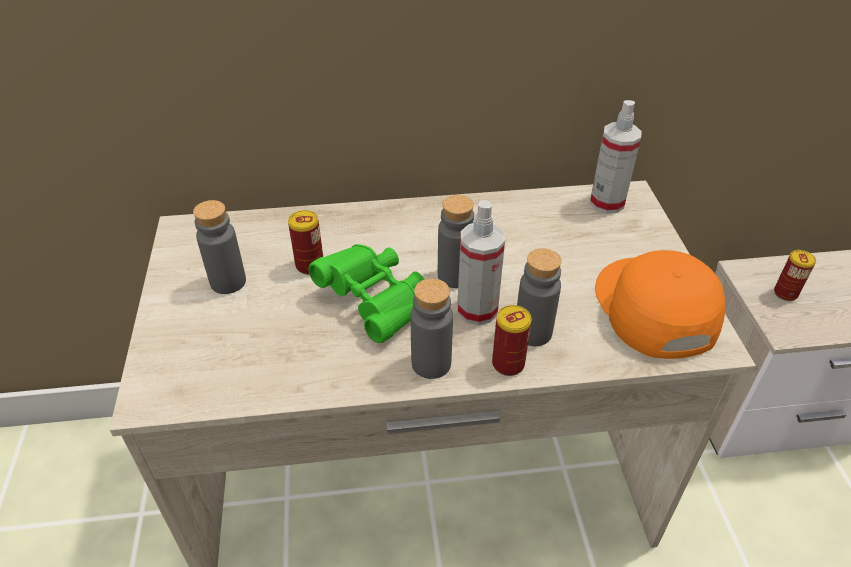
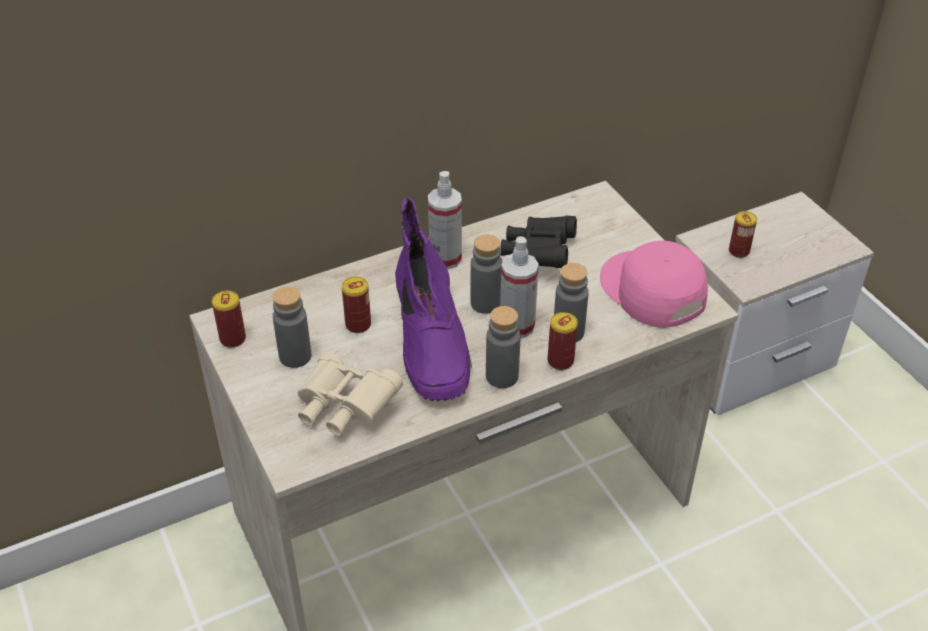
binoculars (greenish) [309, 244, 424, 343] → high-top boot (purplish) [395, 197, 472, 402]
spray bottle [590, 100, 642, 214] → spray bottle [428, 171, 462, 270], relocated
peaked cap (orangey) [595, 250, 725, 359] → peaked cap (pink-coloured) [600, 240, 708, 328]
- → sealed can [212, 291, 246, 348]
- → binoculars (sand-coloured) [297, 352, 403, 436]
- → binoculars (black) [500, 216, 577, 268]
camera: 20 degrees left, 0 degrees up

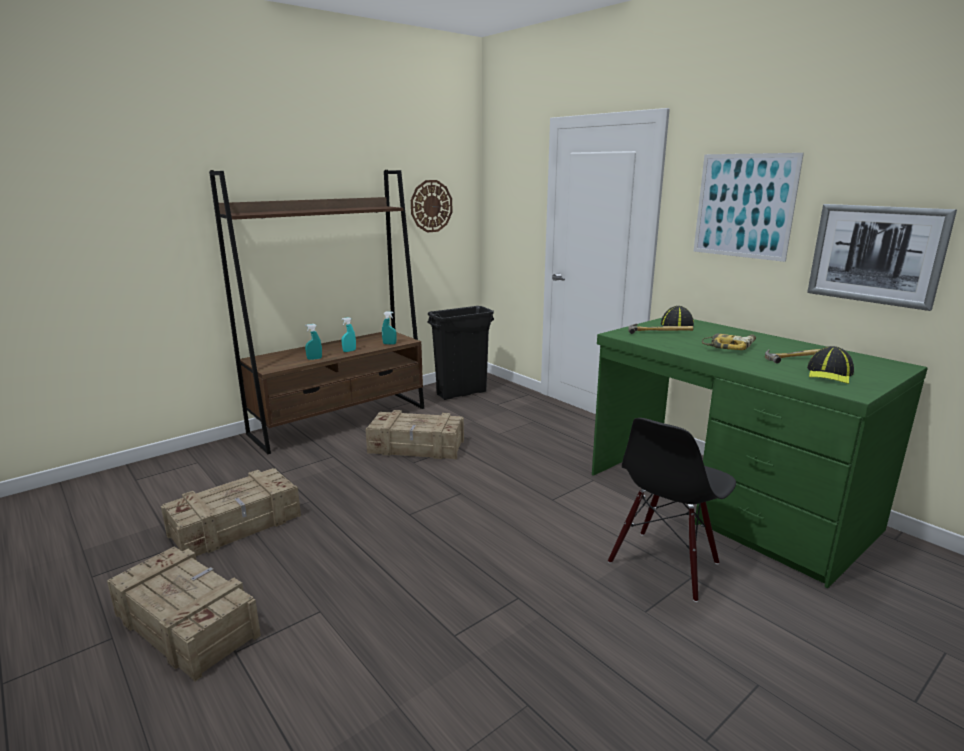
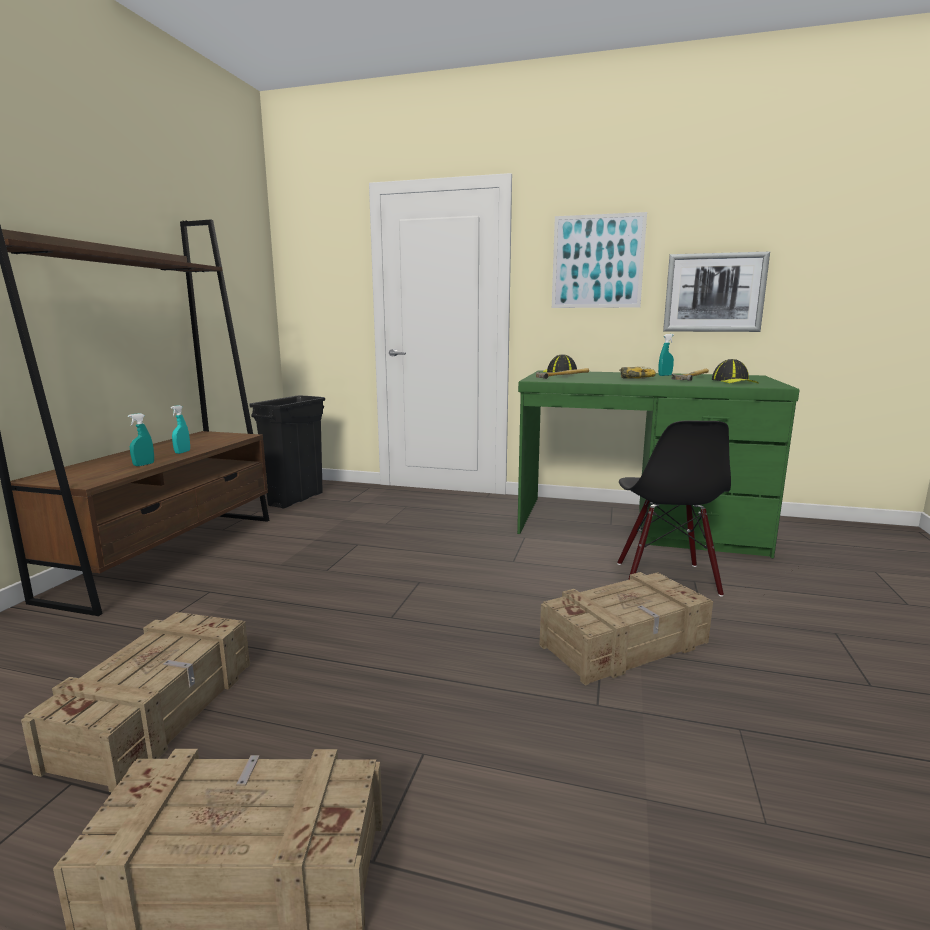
crate [366, 410, 464, 460] → crate [539, 572, 713, 686], relocated
spray bottle (turquoise-coloured) [382, 312, 397, 345] → spray bottle (turquoise-coloured) [658, 334, 674, 376], relocated
clock on the wall [411, 180, 452, 233] → -
camera: 35 degrees left, 5 degrees down

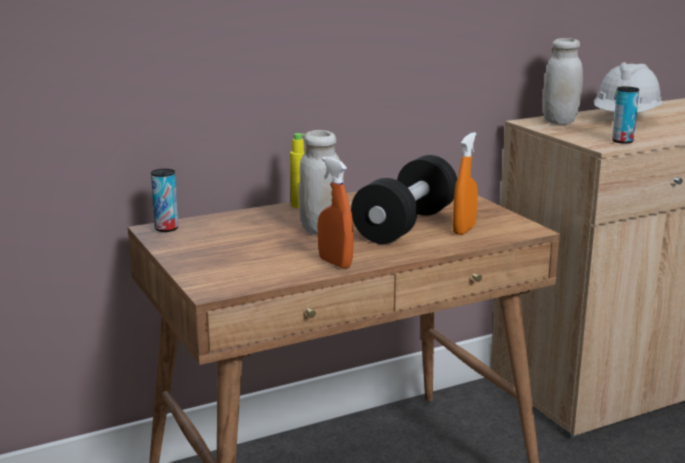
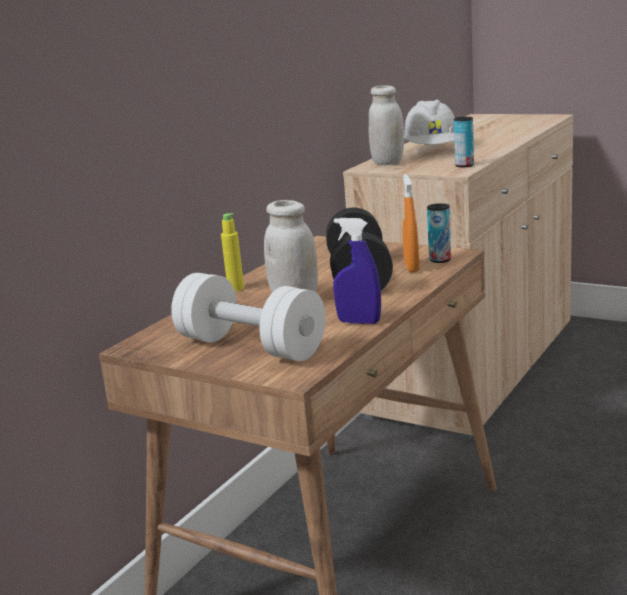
sealed can [151, 169, 178, 232] → sealed can [427, 203, 451, 263], relocated
spray bottle (orangey) [317, 157, 354, 269] → spray bottle (blue-coloured) [333, 218, 381, 324]
- → free weight (whitish) [171, 273, 326, 361]
camera: 30 degrees left, 0 degrees up

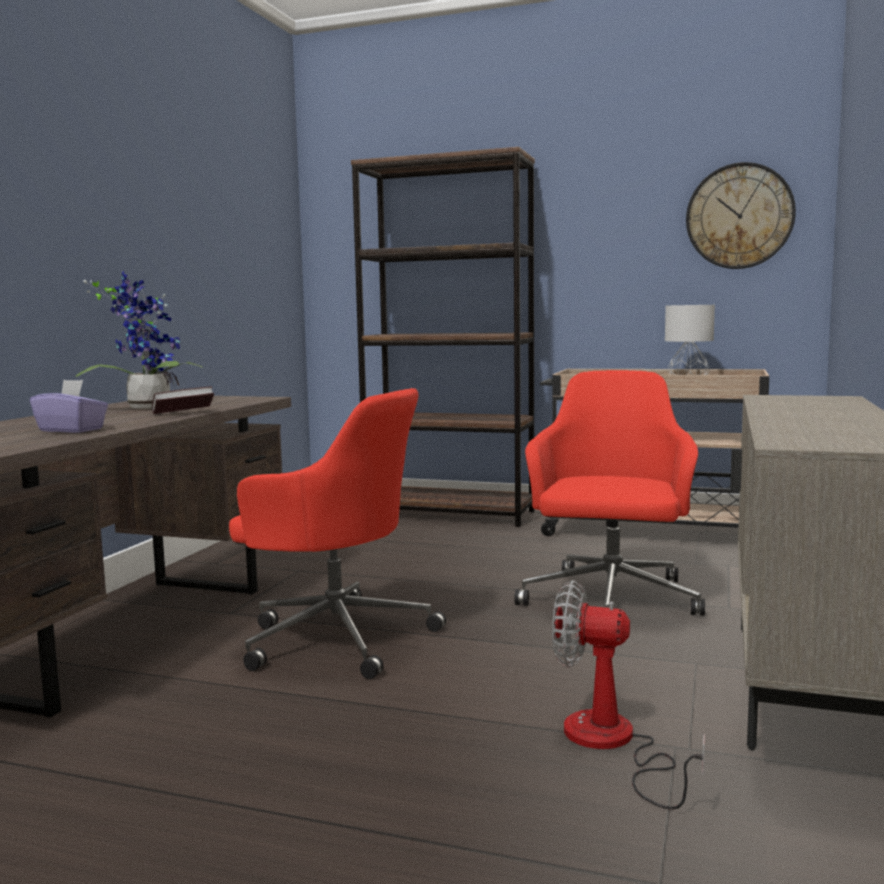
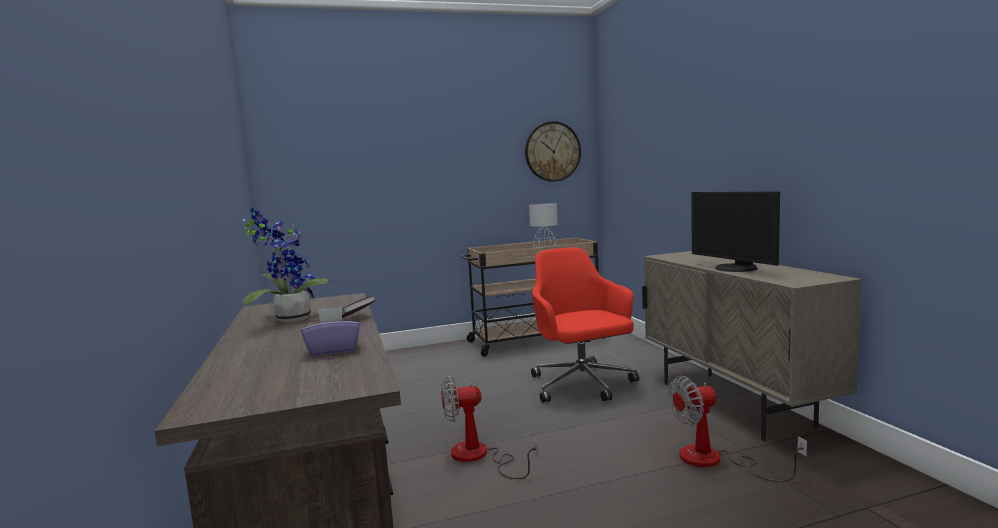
computer chair (red) [229, 388, 446, 679] → fan [441, 376, 538, 479]
bookshelf (brownish) [351, 147, 535, 527] → -
- → computer display [691, 192, 780, 272]
camera: 35 degrees left, 0 degrees up

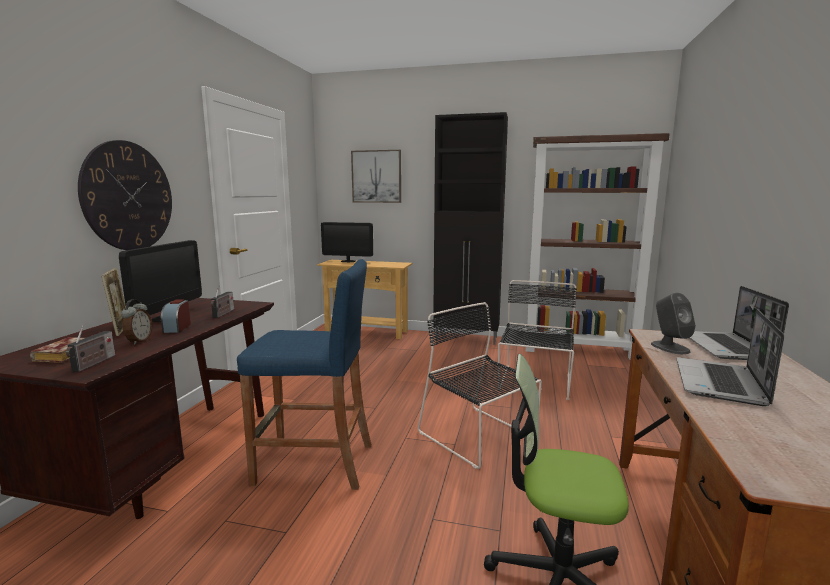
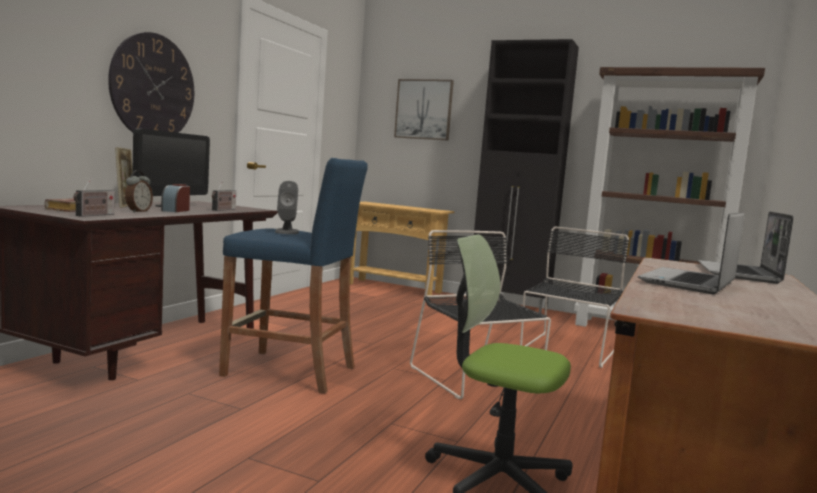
computer display [321, 222, 373, 262] → -
loudspeaker (grey) [651, 293, 696, 354] → loudspeaker (grey) [275, 181, 299, 234], relocated
camera: 10 degrees right, 5 degrees down

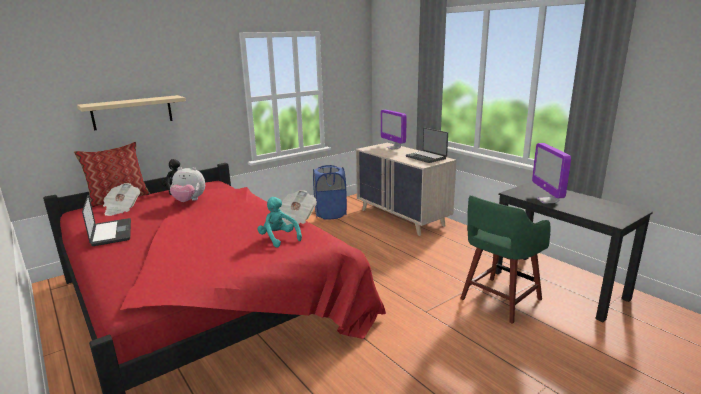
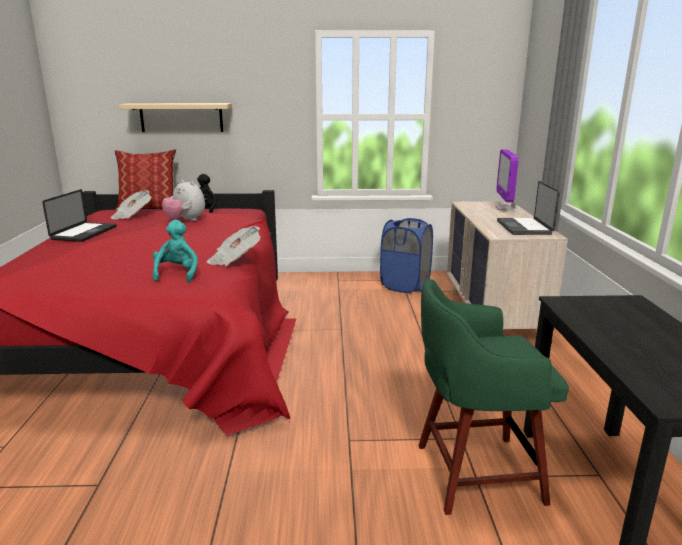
computer display [532, 143, 571, 204] → -
camera: 35 degrees right, 0 degrees up

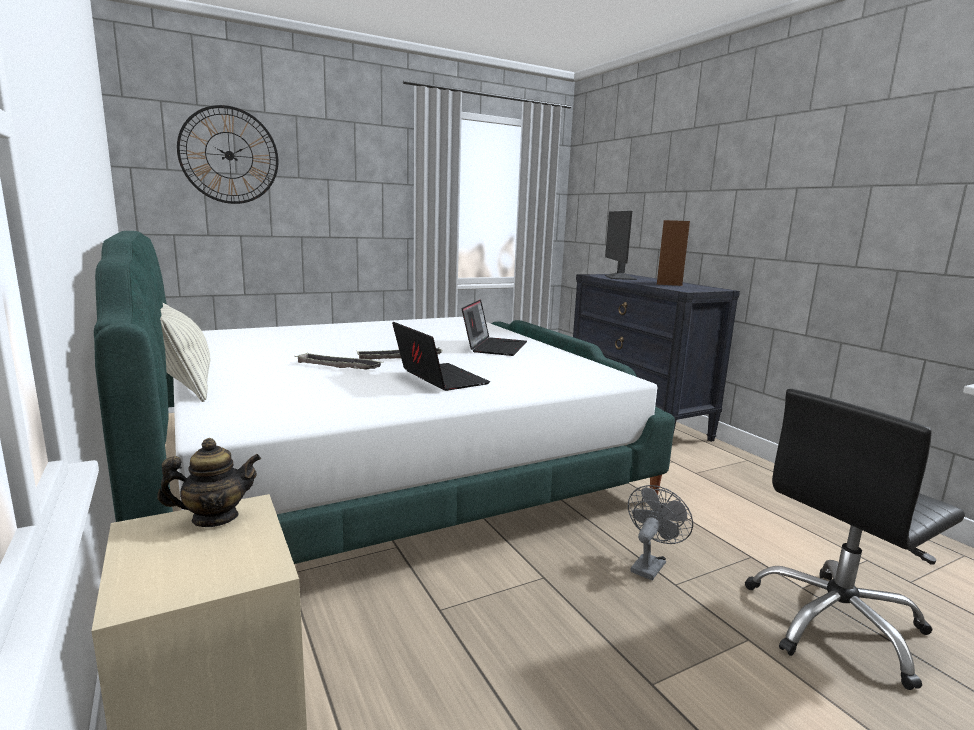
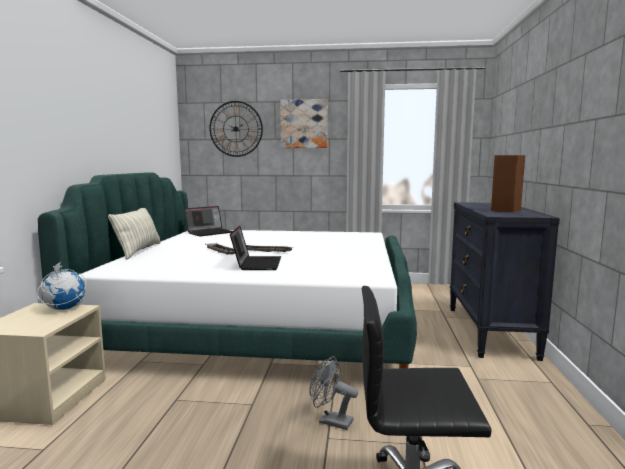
pot for tea [157, 438, 261, 527] → desk globe [37, 261, 87, 310]
notebook computer [462, 299, 527, 356] → notebook computer [184, 206, 233, 236], relocated
computer display [605, 211, 637, 280] → -
fan (grey) [628, 485, 693, 580] → fan (grey) [309, 356, 358, 430], 135 degrees counterclockwise
- → wall picture [280, 99, 328, 148]
camera: 35 degrees right, 5 degrees down

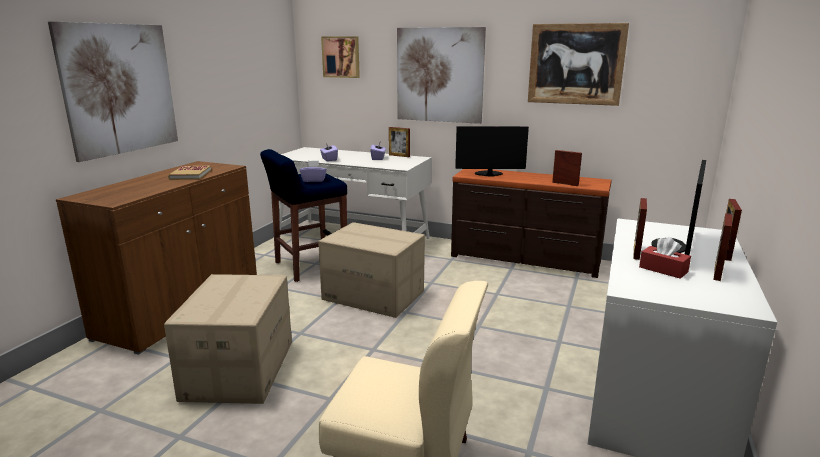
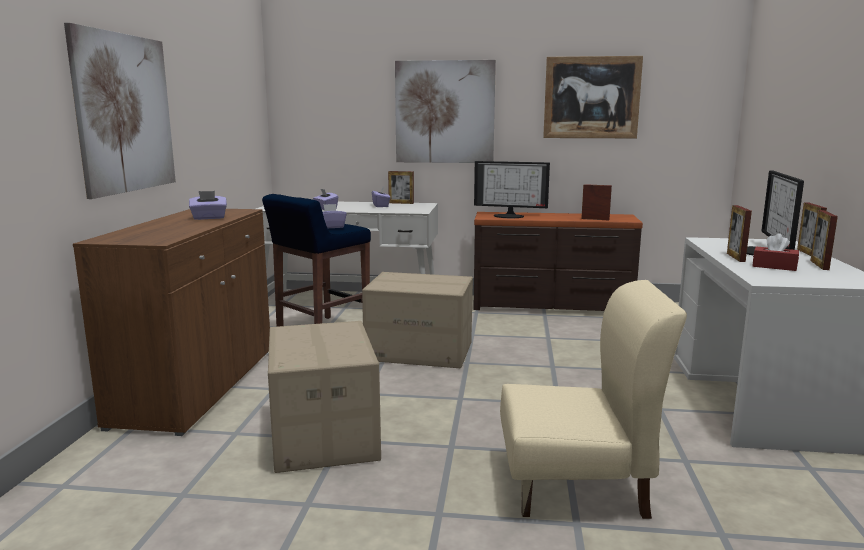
book [168, 166, 211, 180] → tissue box (purplish) [189, 191, 227, 220]
wall picture [321, 36, 360, 78] → -
computer display [455, 126, 529, 176] → computer display [474, 161, 550, 218], 150 degrees counterclockwise
camera: 15 degrees left, 5 degrees down

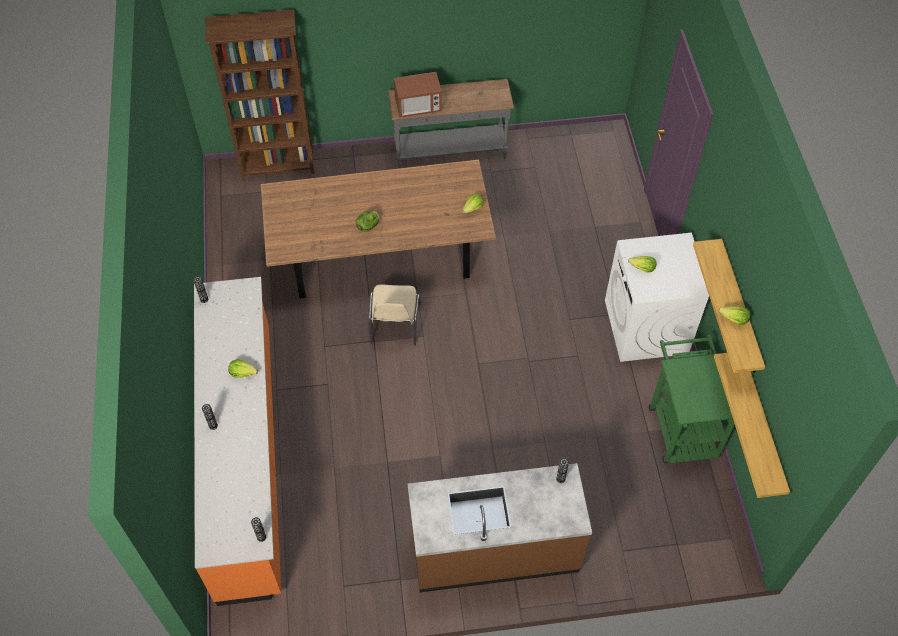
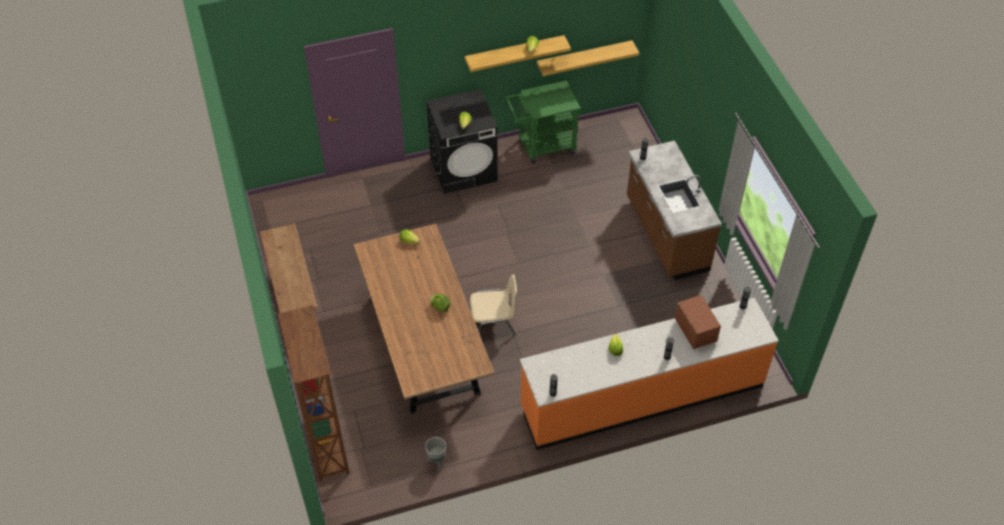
microwave [394, 72, 442, 117] → microwave [675, 295, 721, 349], relocated
washing machine (whitish) [605, 233, 709, 362] → washing machine (black) [426, 89, 498, 194]
- → flower pot (grey) [425, 437, 446, 470]
camera: 100 degrees left, 5 degrees down

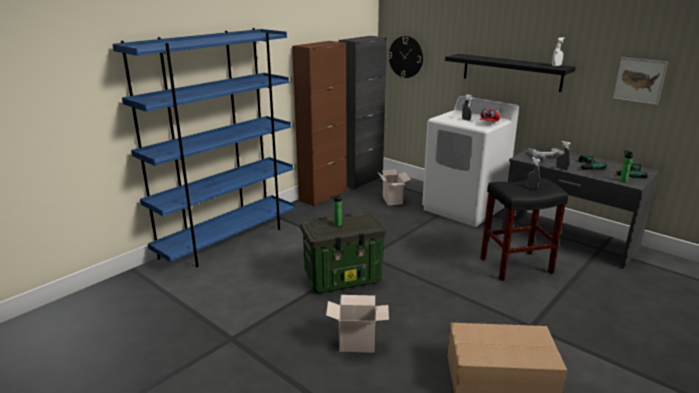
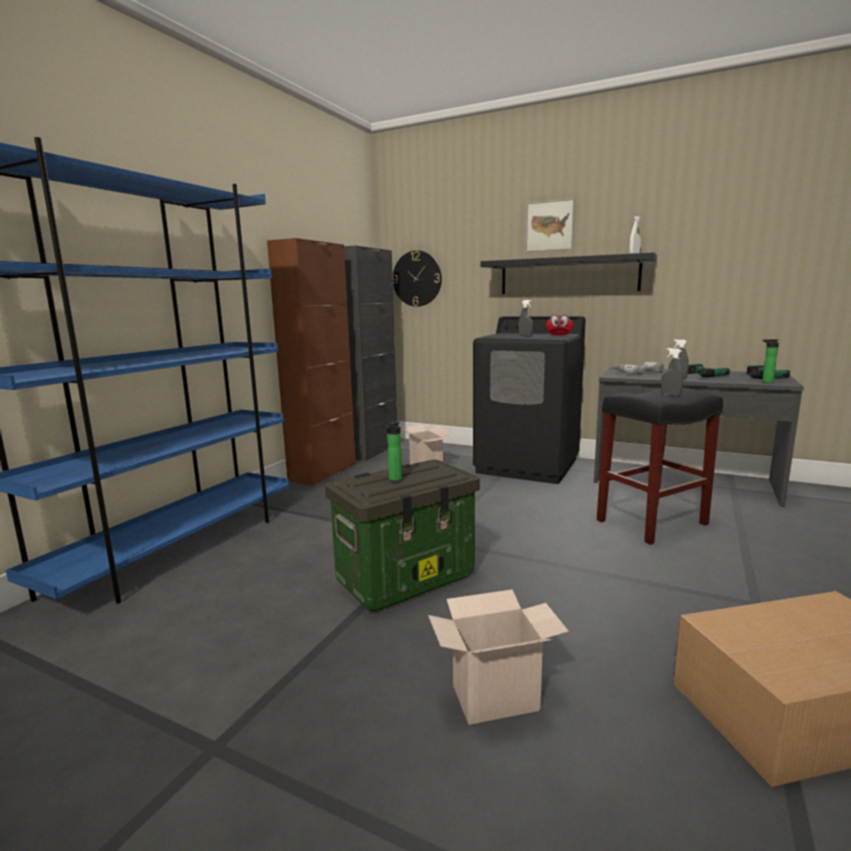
washing machine (whitish) [422, 96, 519, 227] → washing machine (black) [473, 316, 586, 484]
wall picture [612, 57, 668, 105] → wall picture [525, 198, 575, 252], relocated
camera: 15 degrees left, 10 degrees down

